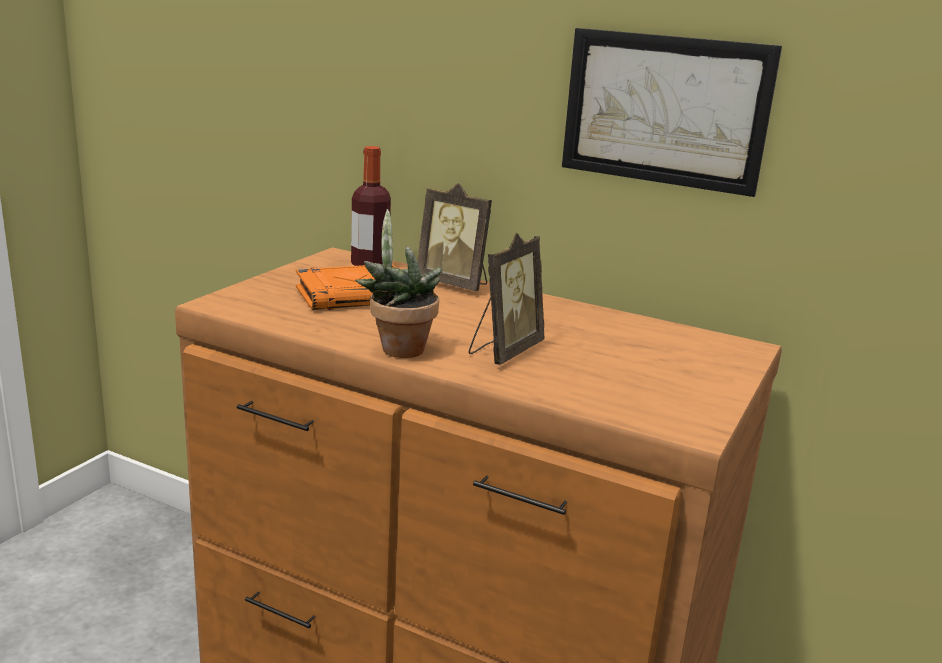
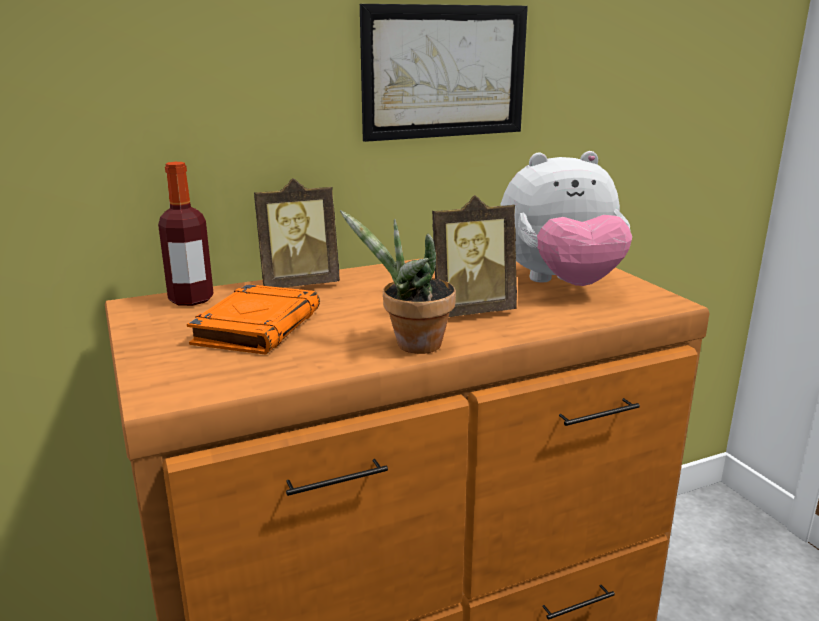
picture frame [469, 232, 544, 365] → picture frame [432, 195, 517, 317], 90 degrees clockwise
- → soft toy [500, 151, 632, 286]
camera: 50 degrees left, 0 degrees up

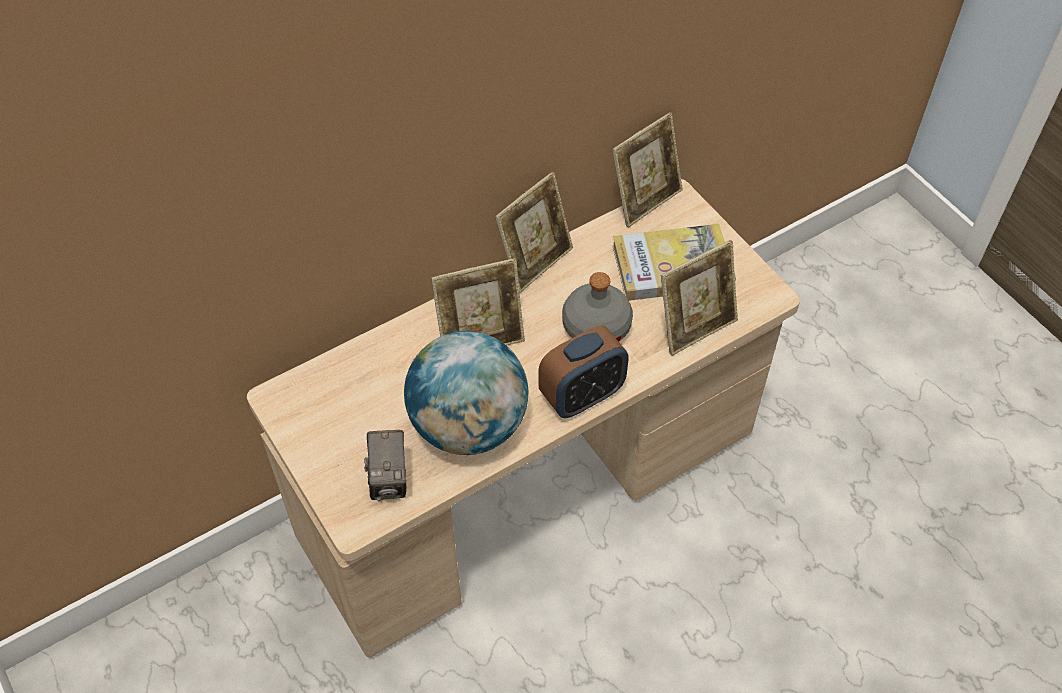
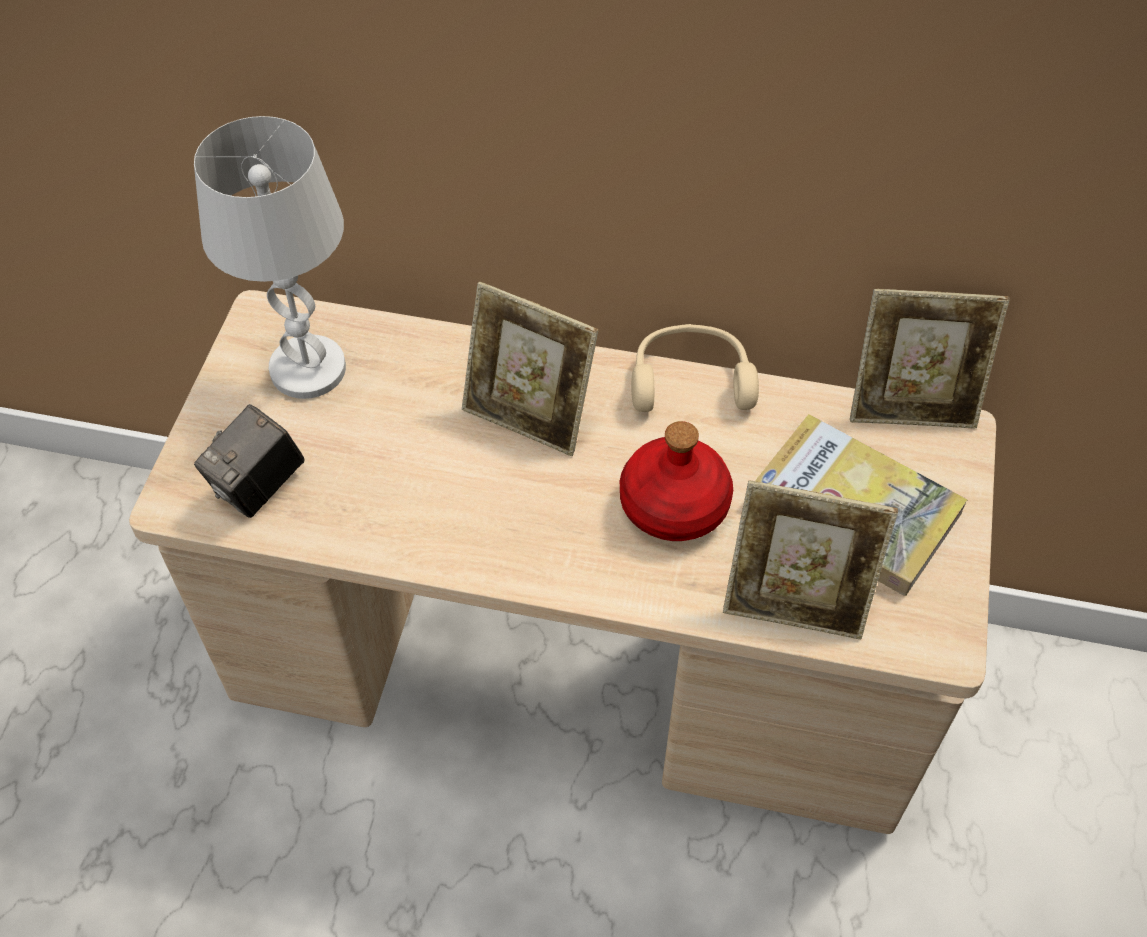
desk globe [404, 331, 529, 455] → -
picture frame [495, 172, 573, 293] → headphones (sand-coloured) [631, 324, 759, 412]
table clock [538, 325, 629, 418] → -
bottle (grey) [562, 272, 633, 341] → bottle (red) [620, 421, 733, 541]
- → table lamp (whitish) [194, 116, 346, 399]
camera: 45 degrees right, 0 degrees up

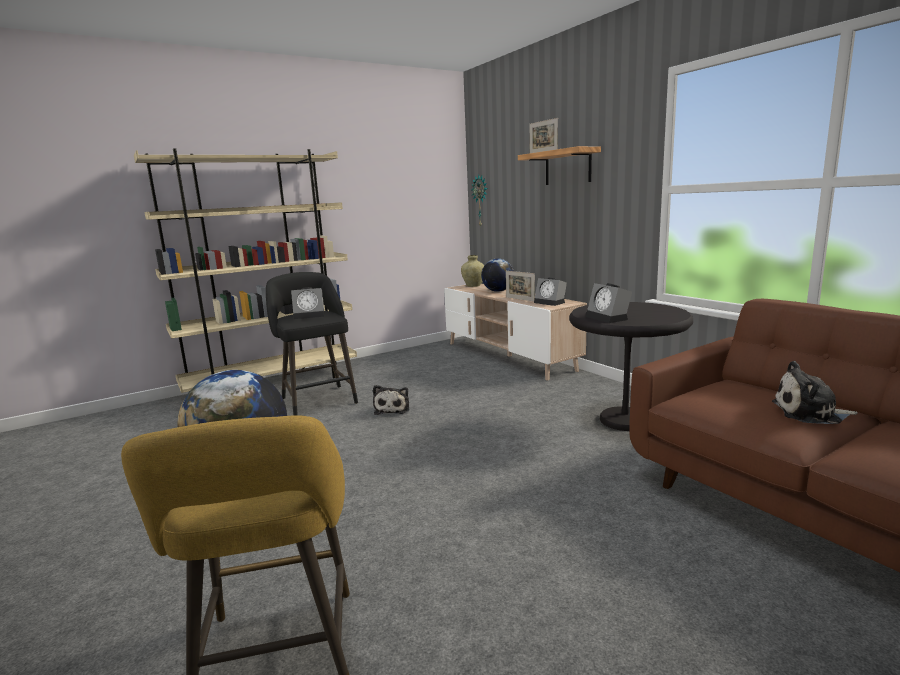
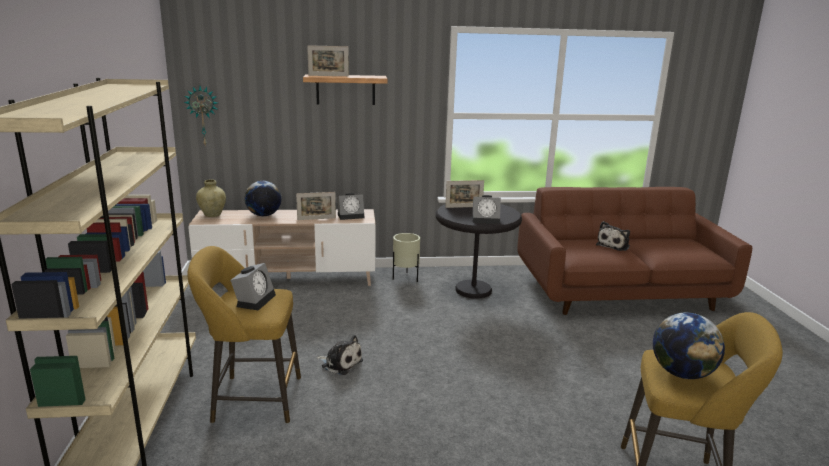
sitting stool (black) [266, 272, 358, 416] → sitting stool (yellowish) [187, 246, 301, 424]
- → flower pot (sand-coloured) [393, 233, 420, 282]
- → picture frame [445, 180, 484, 208]
camera: 65 degrees left, 5 degrees up

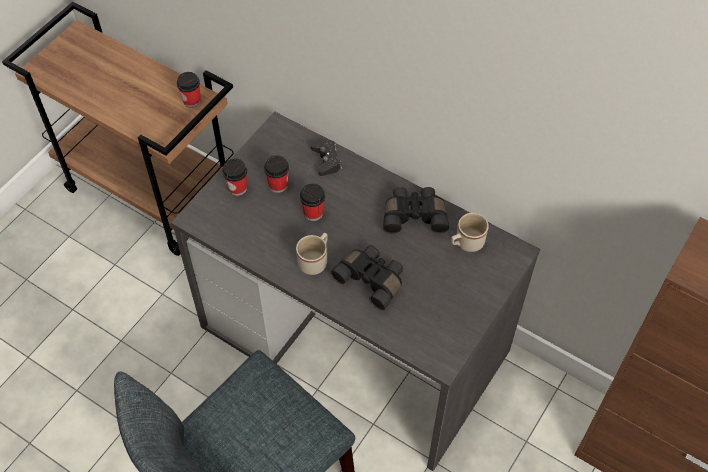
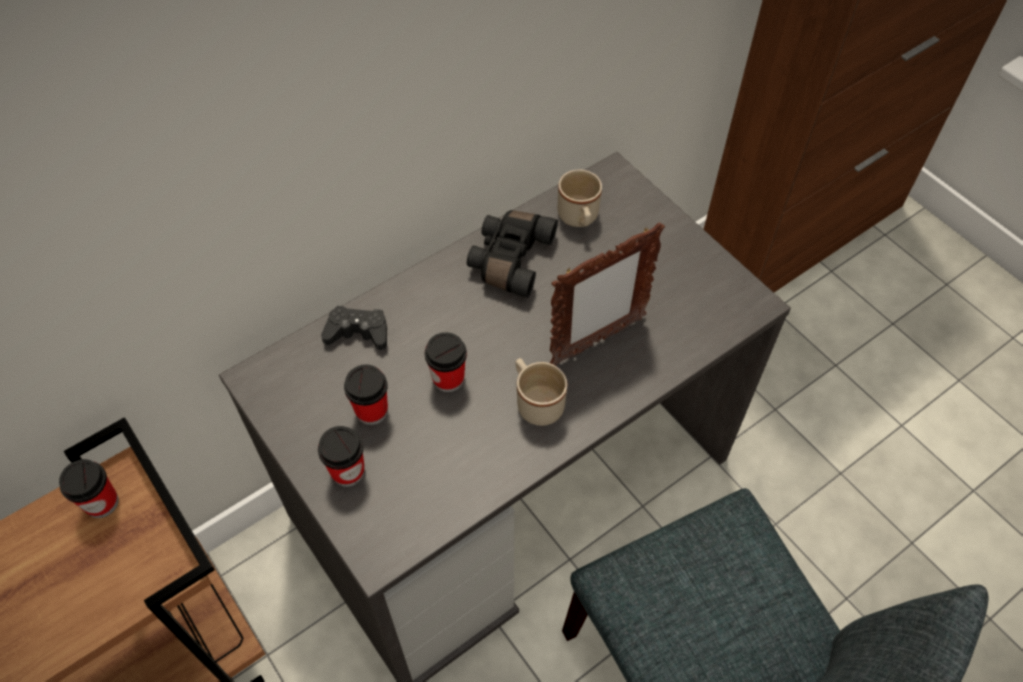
binoculars (black) [330, 245, 403, 310] → picture frame [550, 222, 665, 366]
camera: 70 degrees left, 0 degrees up

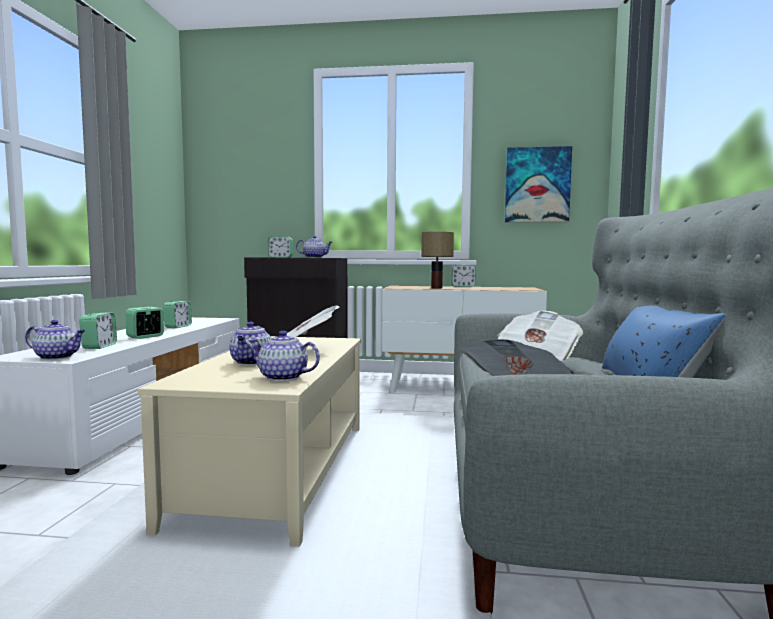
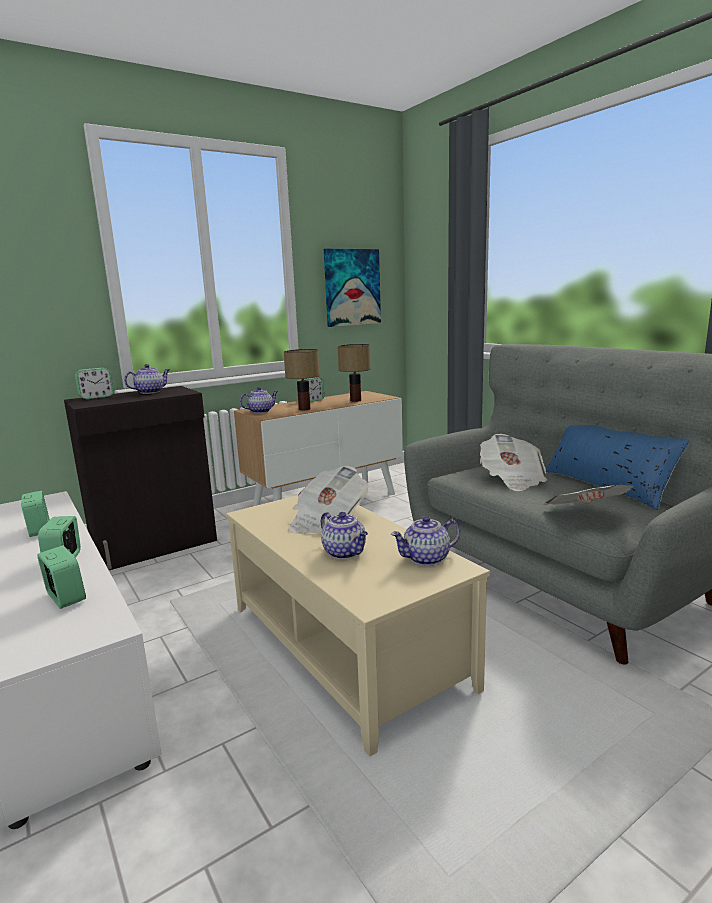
pot for tea [25, 320, 85, 360] → pot for tea [240, 387, 278, 413], relocated
- → table lamp [338, 344, 371, 402]
camera: 40 degrees left, 10 degrees up

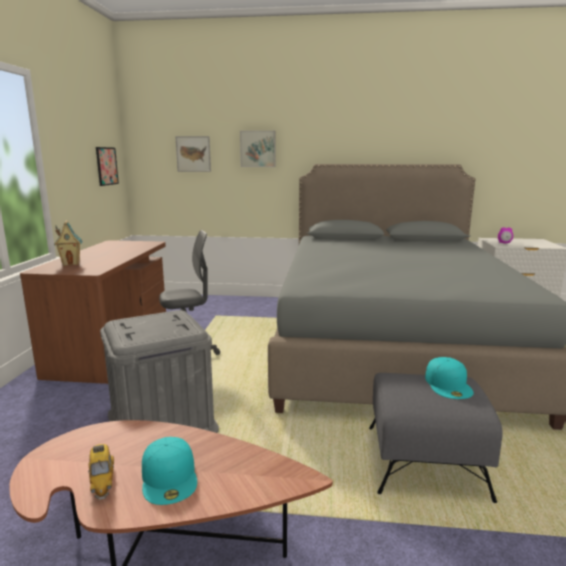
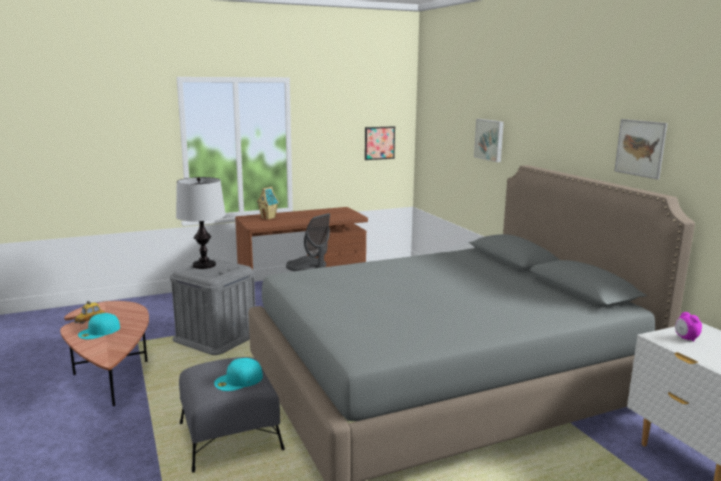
wall picture [175, 136, 211, 172] → wall picture [615, 119, 668, 180], relocated
- → table lamp [176, 177, 226, 269]
camera: 60 degrees right, 0 degrees up

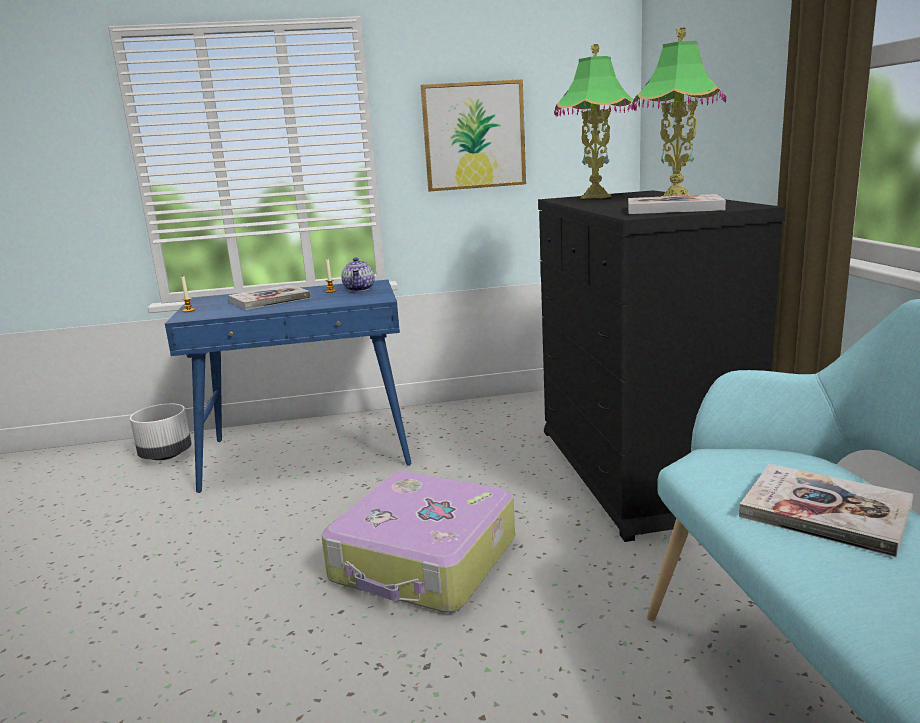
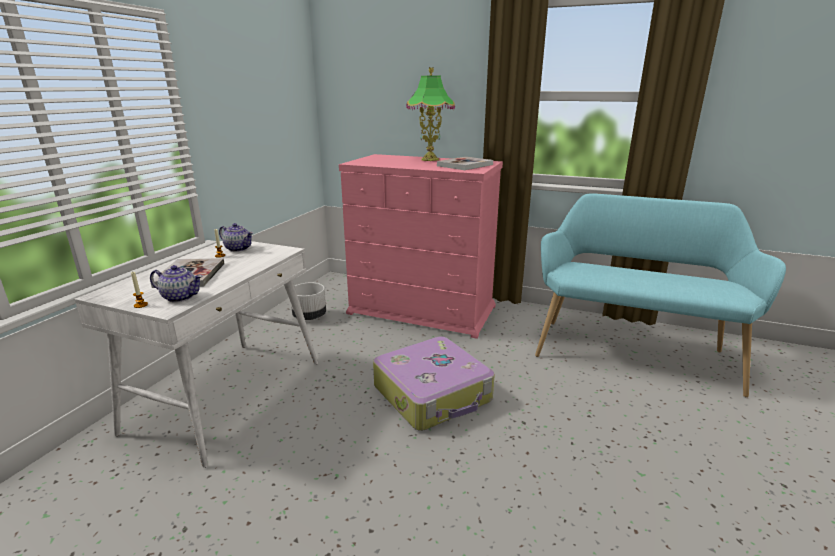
flower pot (whitish) [130, 404, 191, 460] → flower pot (whitish) [291, 283, 326, 320], relocated
desk (blue-coloured) [165, 280, 411, 493] → desk (whitish) [74, 241, 318, 468]
wall picture [420, 79, 526, 191] → -
chest of drawers (black) [538, 190, 786, 542] → chest of drawers (pink-coloured) [339, 154, 503, 339]
table lamp [554, 44, 637, 199] → -
book [739, 464, 913, 557] → -
- → pot for tea [150, 265, 202, 302]
camera: 60 degrees left, 5 degrees up

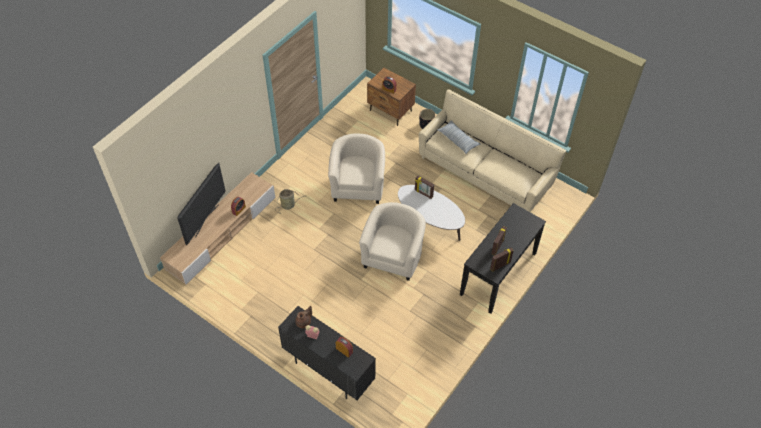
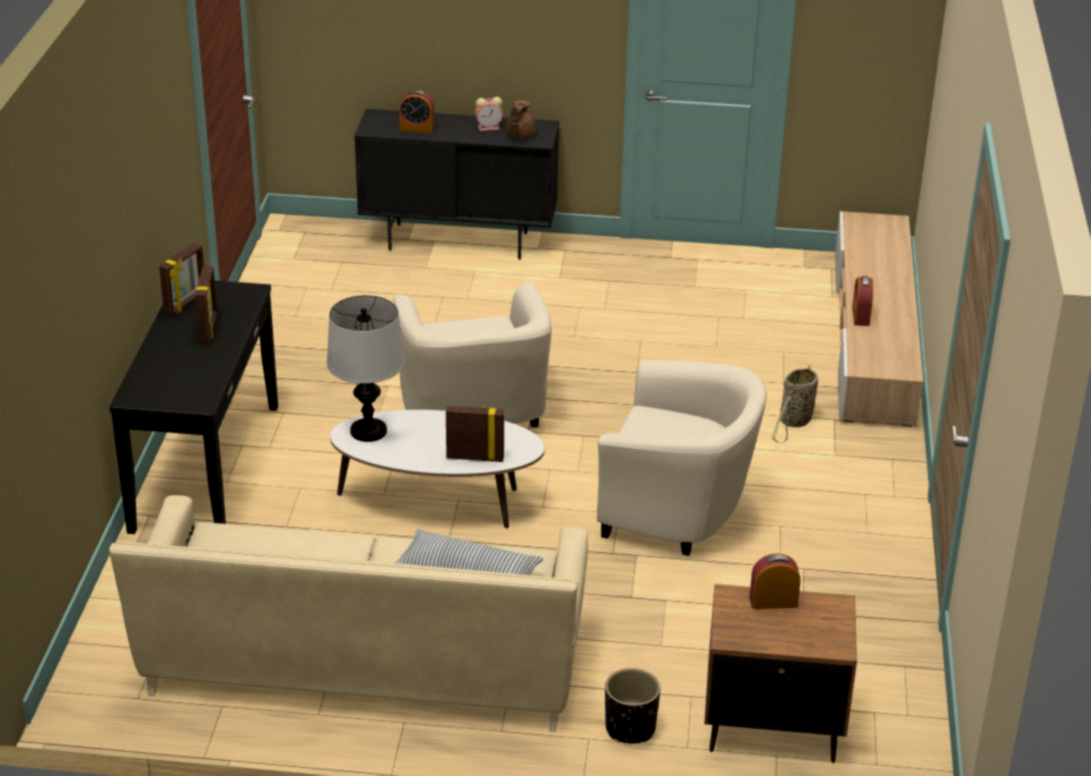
TV set [177, 163, 226, 245] → -
lounge chair (sand-coloured) [328, 134, 385, 204] → lounge chair (sand-coloured) [597, 360, 767, 556], 45 degrees counterclockwise
- → table lamp [327, 295, 405, 442]
camera: 150 degrees right, 20 degrees down

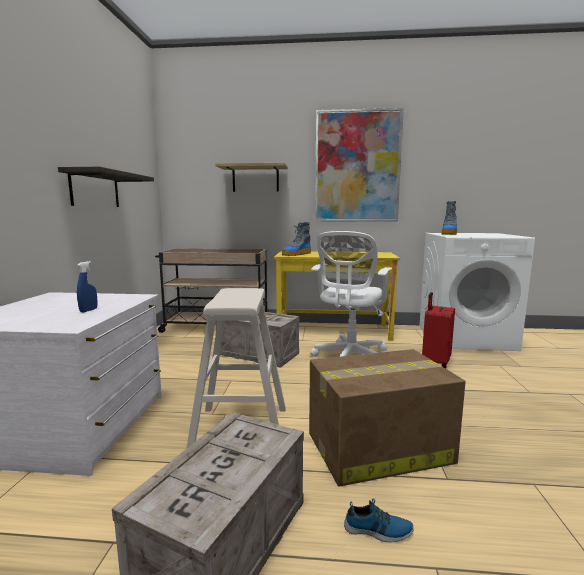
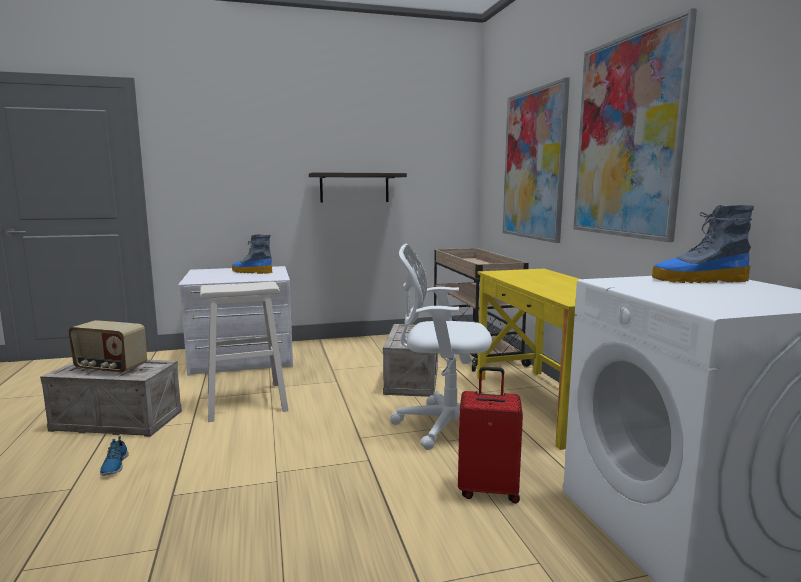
spray bottle (blue-coloured) [77, 261, 98, 312] → -
wall shelf [215, 163, 288, 192] → wall picture [503, 77, 570, 243]
high-top boot [282, 222, 311, 256] → high-top boot [232, 234, 273, 274], relocated
carton [309, 349, 466, 487] → -
- → radio set [69, 320, 147, 374]
camera: 70 degrees right, 0 degrees up

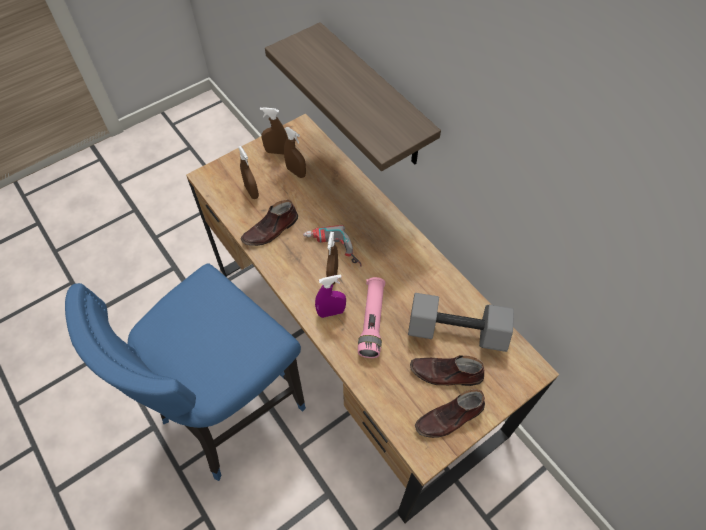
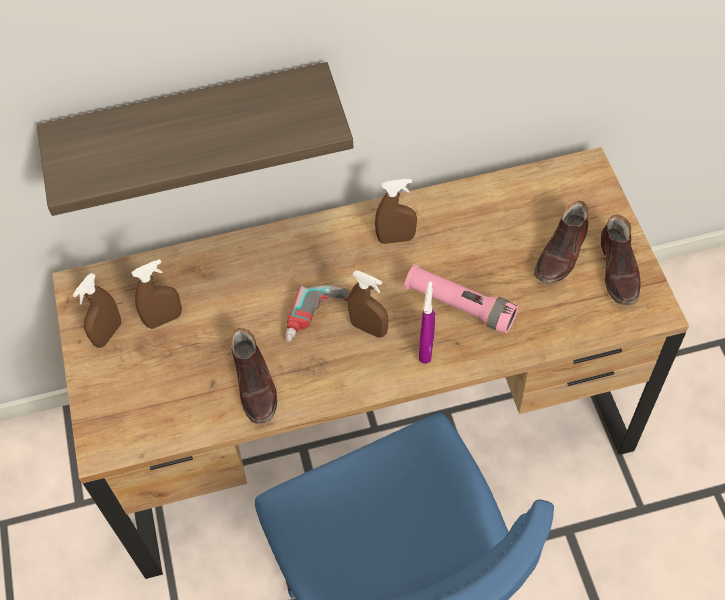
spray bottle (brownish) [238, 146, 259, 199] → spray bottle (brownish) [375, 179, 417, 244], relocated
free weight (grey) [408, 293, 514, 352] → -
camera: 65 degrees left, 0 degrees up

